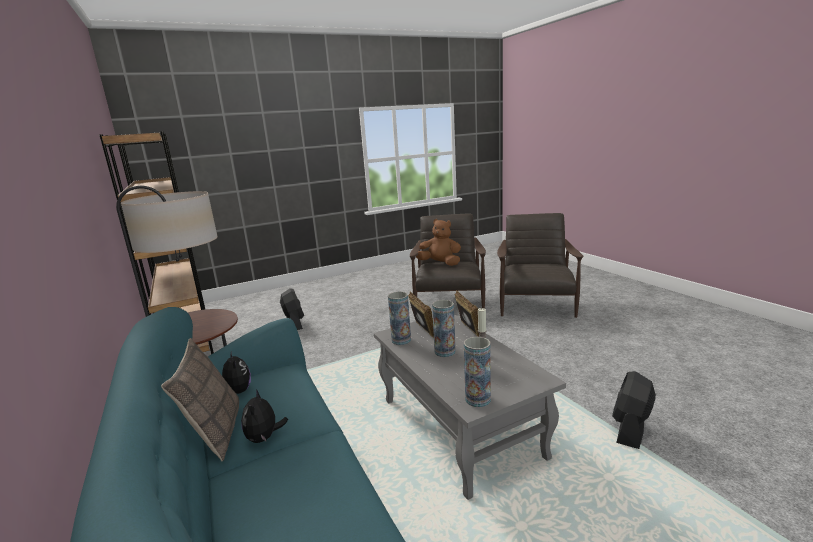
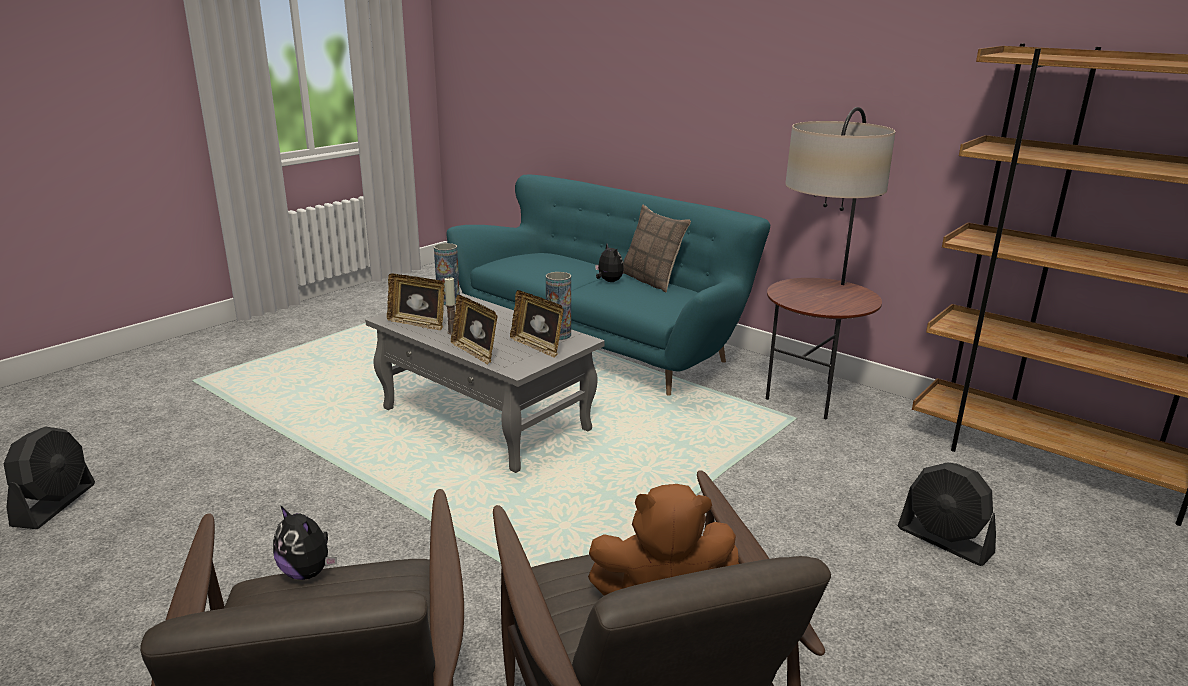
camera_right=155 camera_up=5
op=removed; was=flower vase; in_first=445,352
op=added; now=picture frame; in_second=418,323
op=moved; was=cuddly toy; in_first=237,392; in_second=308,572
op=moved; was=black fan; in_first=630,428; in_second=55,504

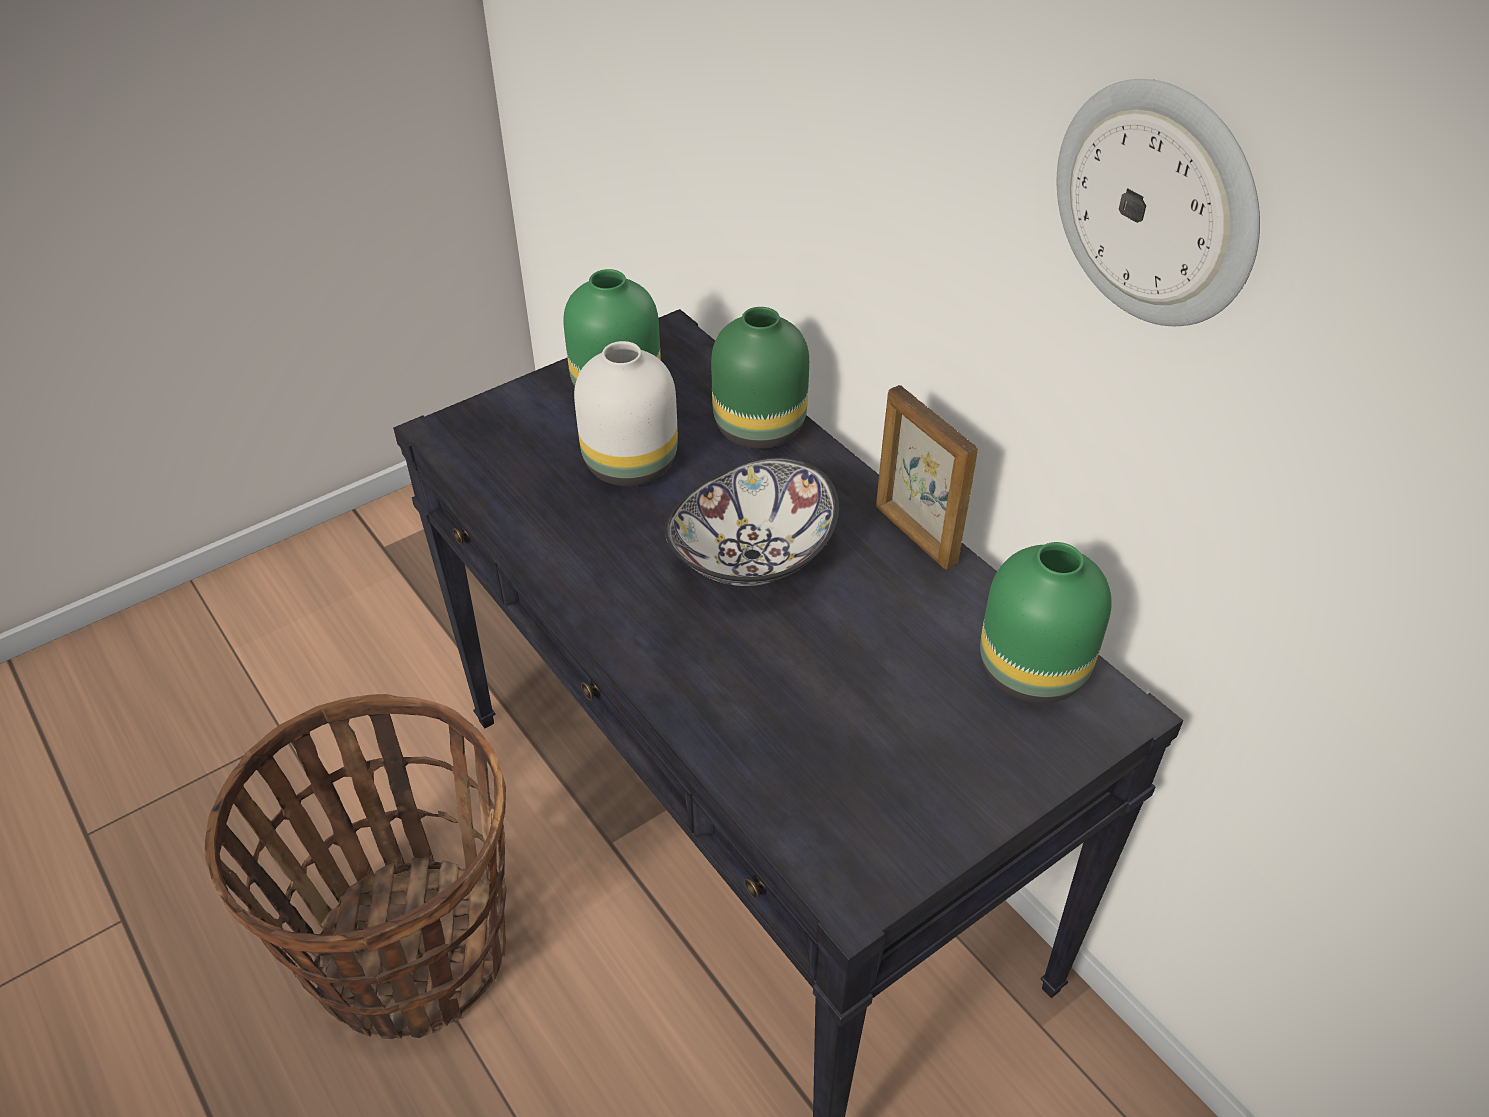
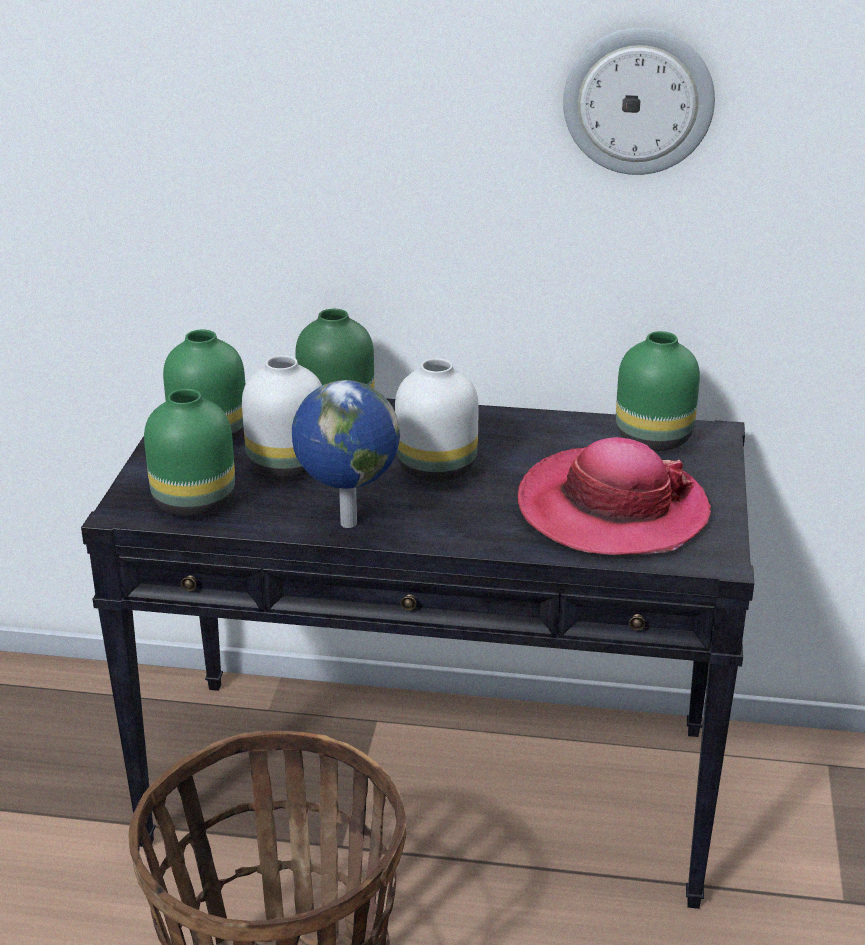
camera_right=-45 camera_up=-15
op=removed; was=picture frame; in_first=914,535
op=added; now=greenish flower vase; in_second=195,504
op=added; now=desk globe; in_second=346,523
op=added; now=clothing hat; in_second=612,509
op=replaced; was=serving bowl; now=white flower vase; in_first=751,555; in_second=434,468

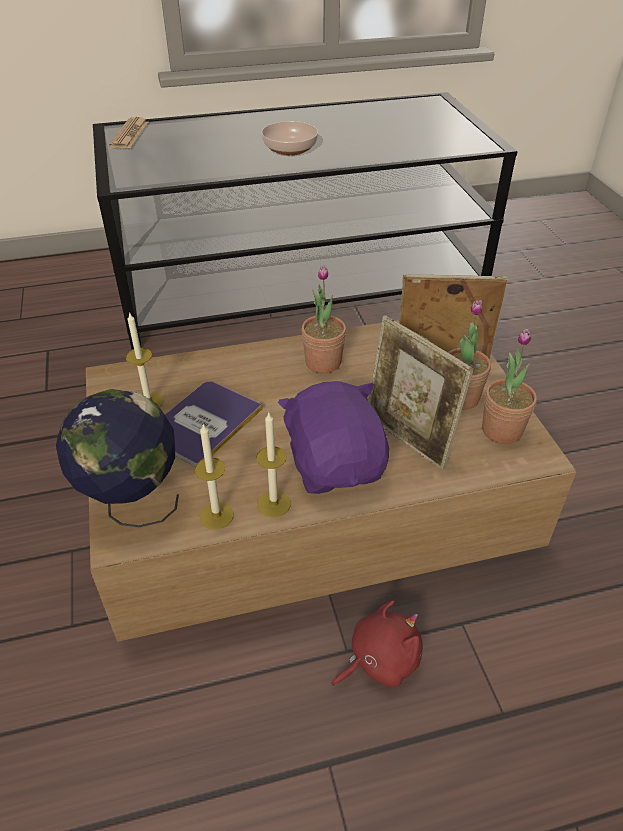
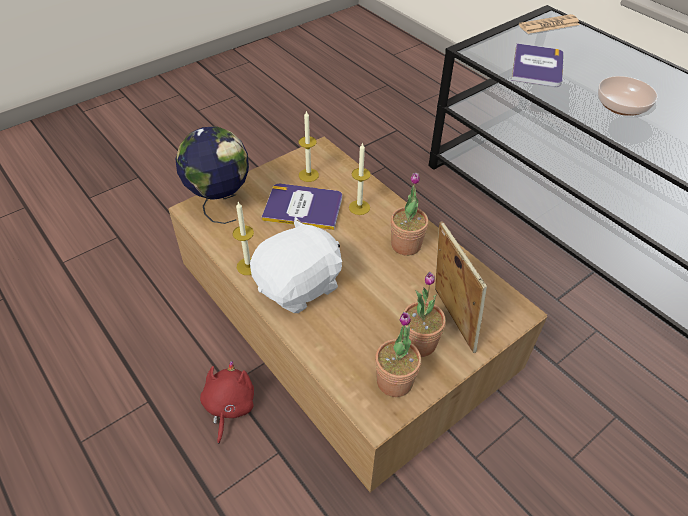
camera_right=65 camera_up=5
op=removed; was=picture frame; in_first=408,440
op=added; now=bound book; in_second=537,66
op=moved; was=wax candle; in_first=216,515; in_second=359,207
op=recoloured; was=purple-coloured cuddly toy; now=white cuddly toy; in_first=335,464; in_second=299,286
op=turned; was=reddish cuddly toy; in_first=379,660; in_second=229,406; clockwise=-120

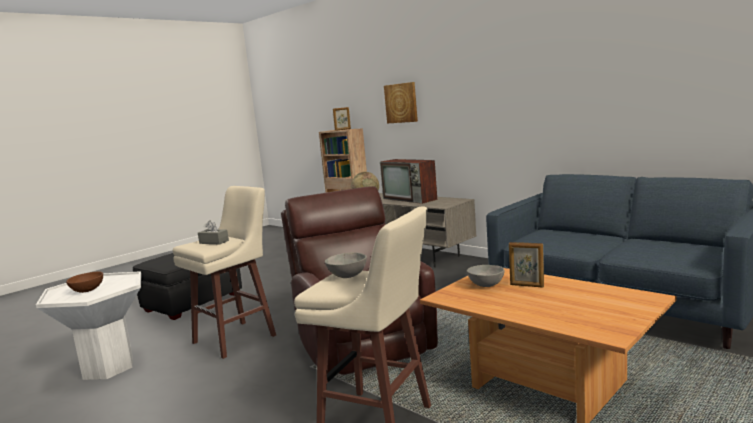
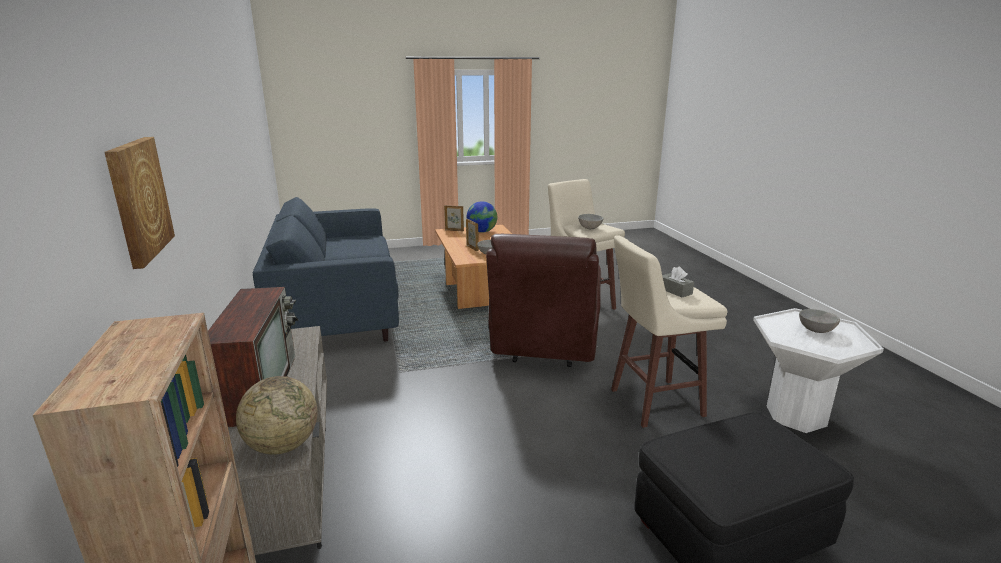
camera_right=-150 camera_up=10
op=added; now=desk globe; in_second=482,231
op=moved; was=picture frame; in_first=343,129; in_second=454,230
op=recoloured; was=brown-coloured serving bowl; now=gray serving bowl; in_first=88,291; in_second=815,330

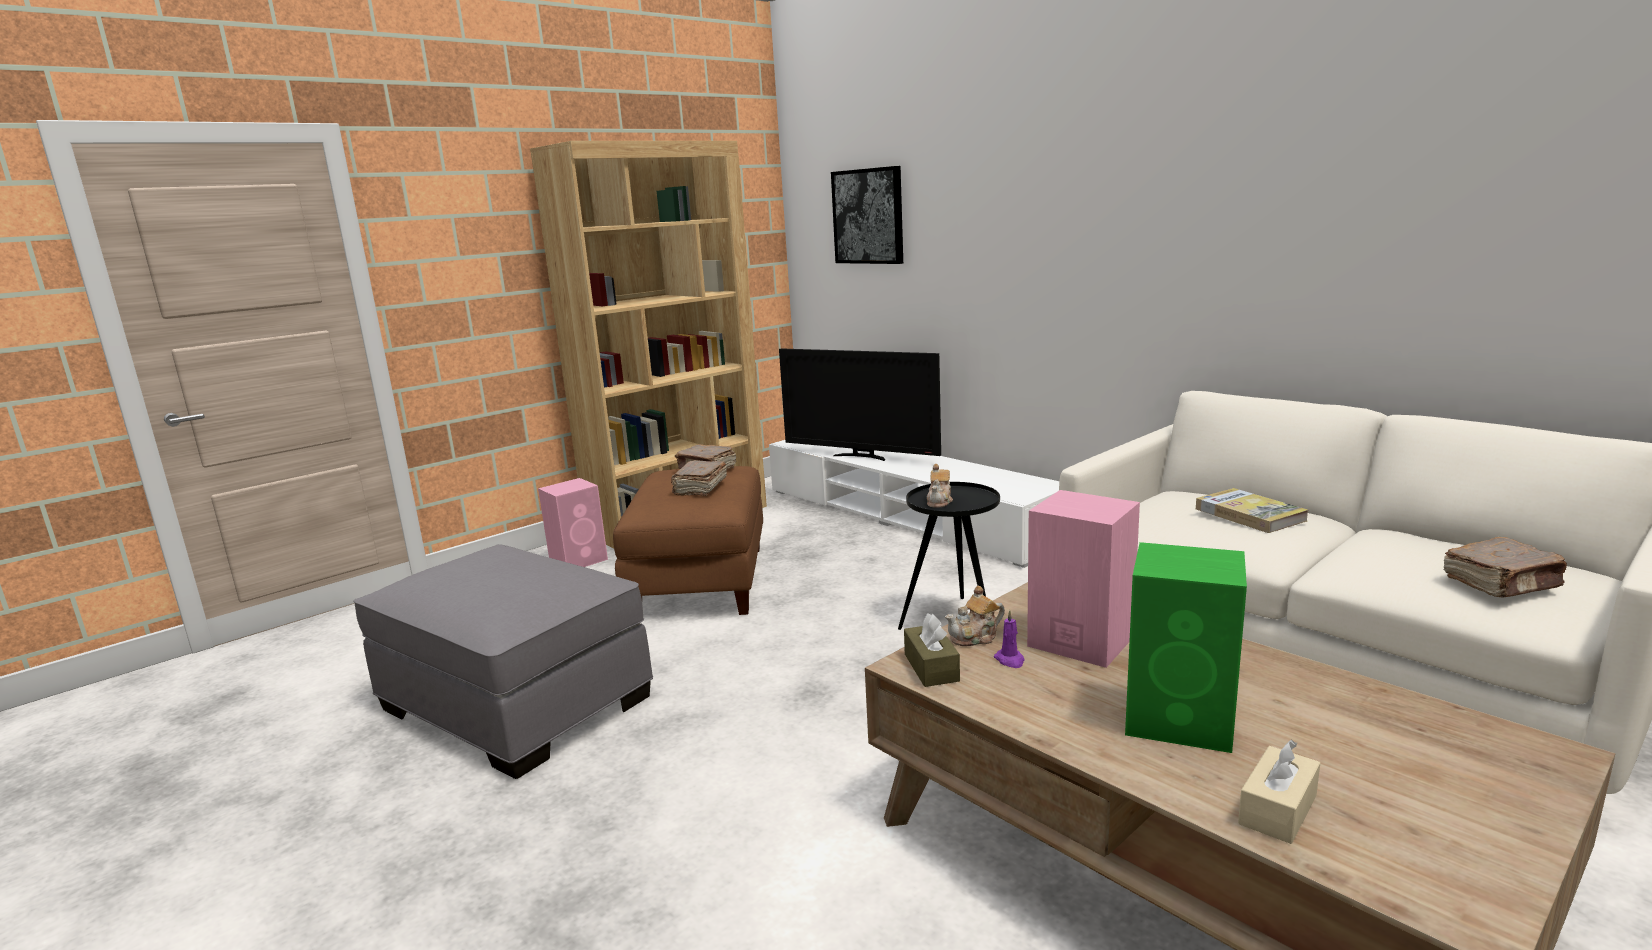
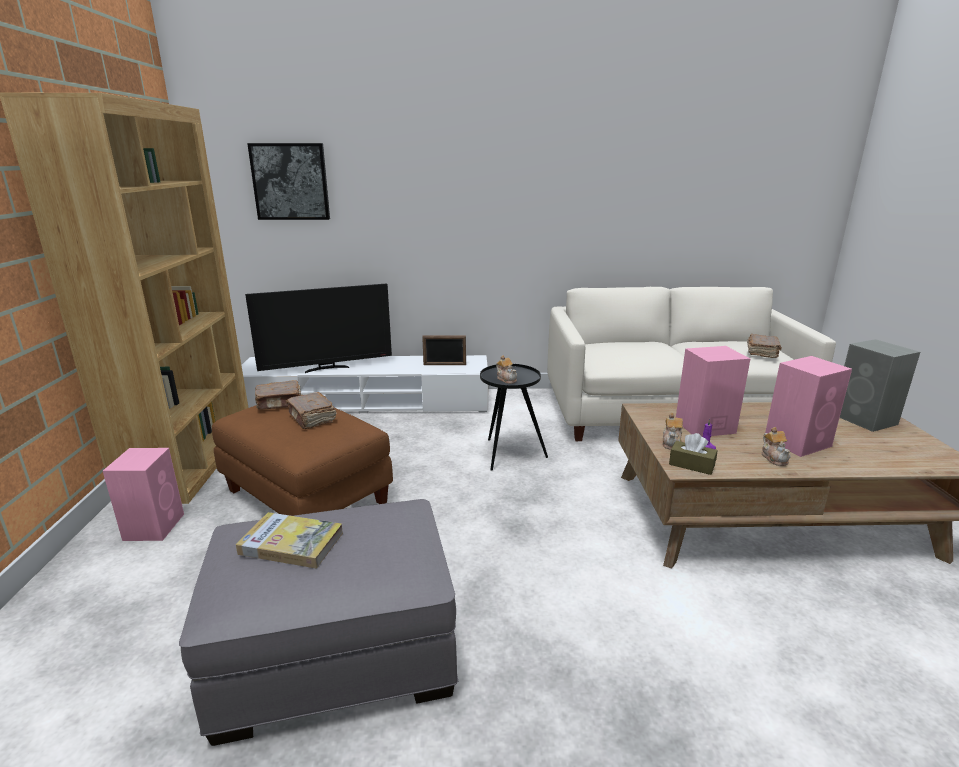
camera_right=-50 camera_up=5
op=removed; was=beige-coloured box of tissues; in_first=1277,809
op=added; now=picture frame; in_second=444,365
op=added; now=pot for tea; in_second=774,458
op=added; now=gray loudspeaker; in_second=865,420
op=moved; was=bound book; in_first=1249,515; in_second=291,543
op=recoloured; was=greenish loudspeaker; now=pink-coloured loudspeaker; in_first=1182,721; in_second=798,442

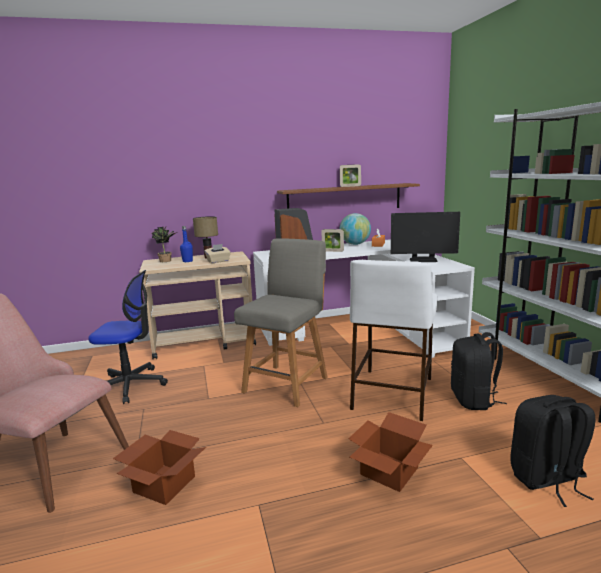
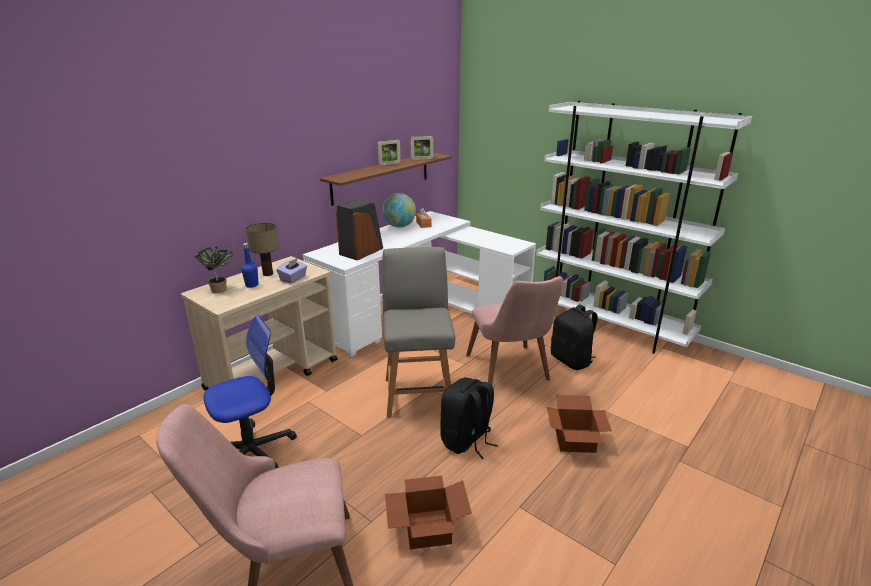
camera_right=-35 camera_up=10
op=removed; was=computer screen; in_first=423,260
op=moved; was=picture frame; in_first=332,251; in_second=422,159
op=moved; was=black backpack; in_first=547,480; in_second=466,441
op=replaced; was=white stool; now=pink-coloured chair; in_first=392,392; in_second=512,373
op=recoloured; was=beige-coloured box of tissues; now=purple-coloured box of tissues; in_first=218,261; in_second=293,278

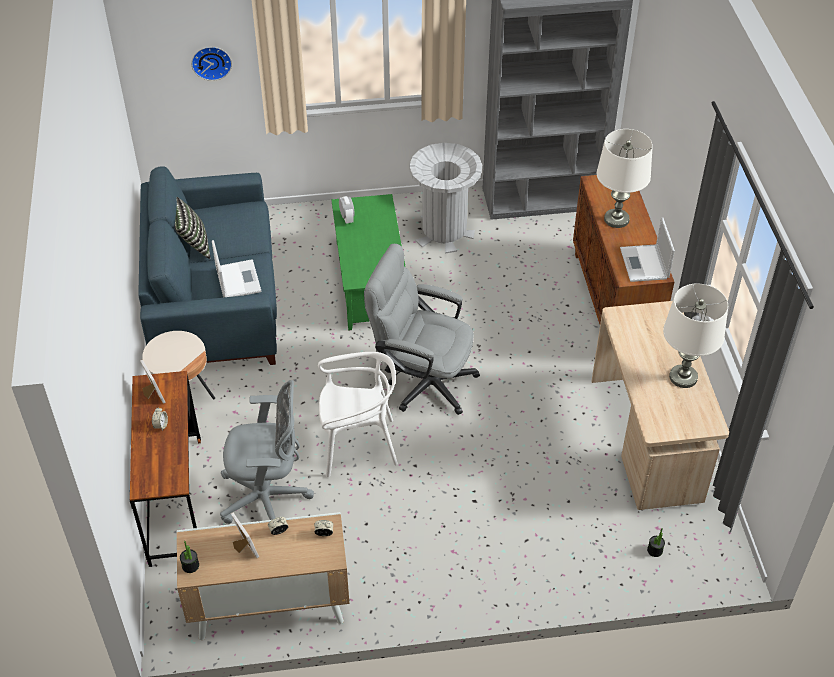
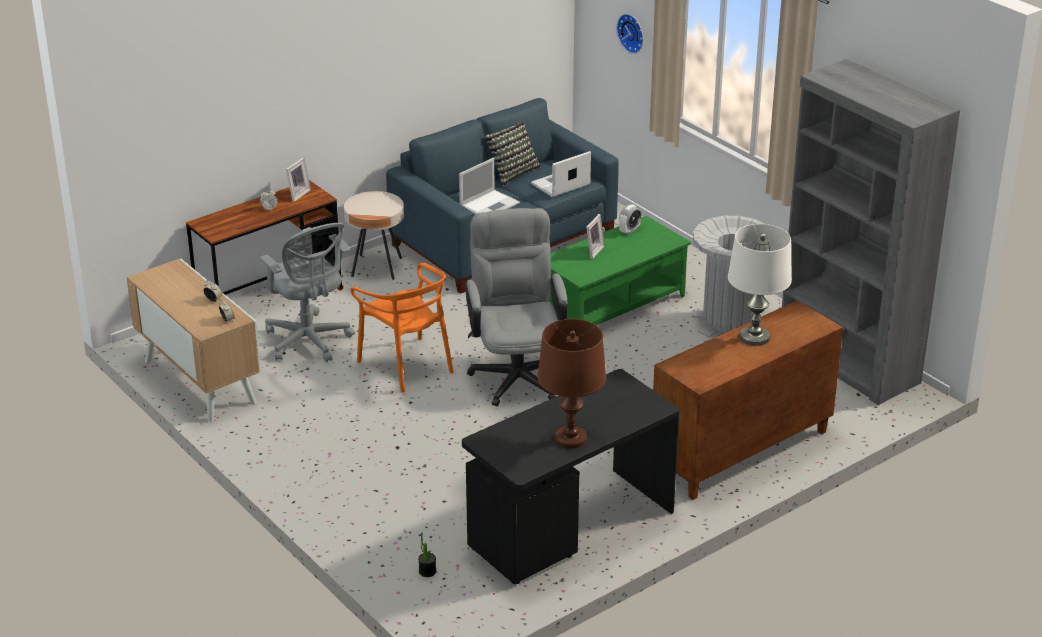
camera_right=60 camera_up=-15
op=removed; was=plant in a pot; in_first=190,566
op=moved; was=picture frame; in_first=244,549; in_second=592,251
op=moved; was=laptop; in_first=644,264; in_second=559,185
op=recoloured; was=white chair; now=orangey chair; in_first=358,445; in_second=407,365
op=recoloured; was=beige-coloured desk; now=black desk; in_first=648,439; in_second=570,528
op=recoloured; was=white lamp for a table; now=brown-coloured lamp for a table; in_first=683,377; in_second=570,439

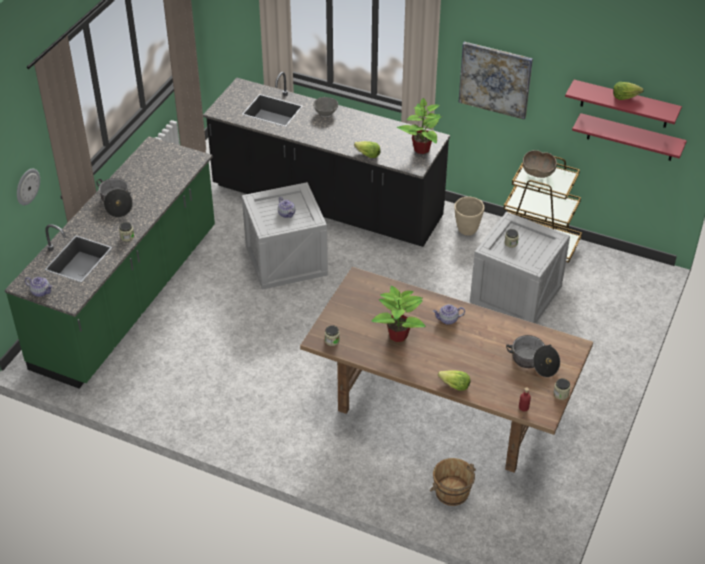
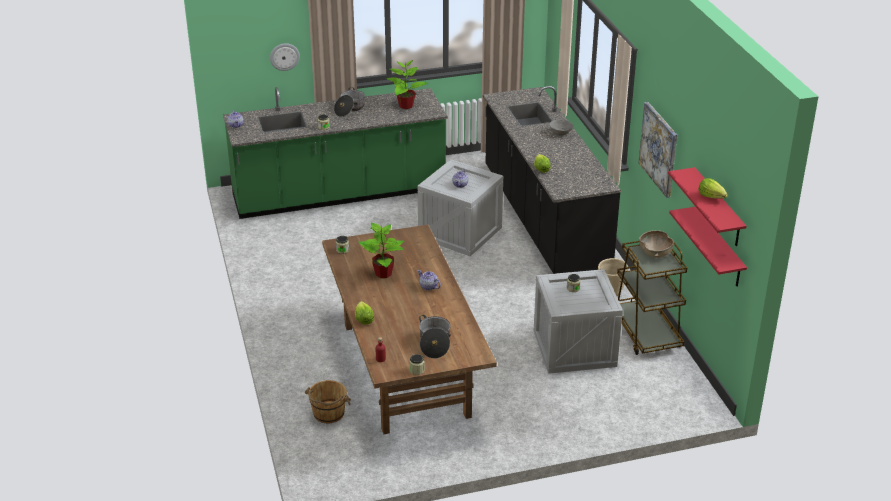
camera_right=50 camera_up=-10
op=moved; was=plant in a pot; in_first=421,149; in_second=405,106

